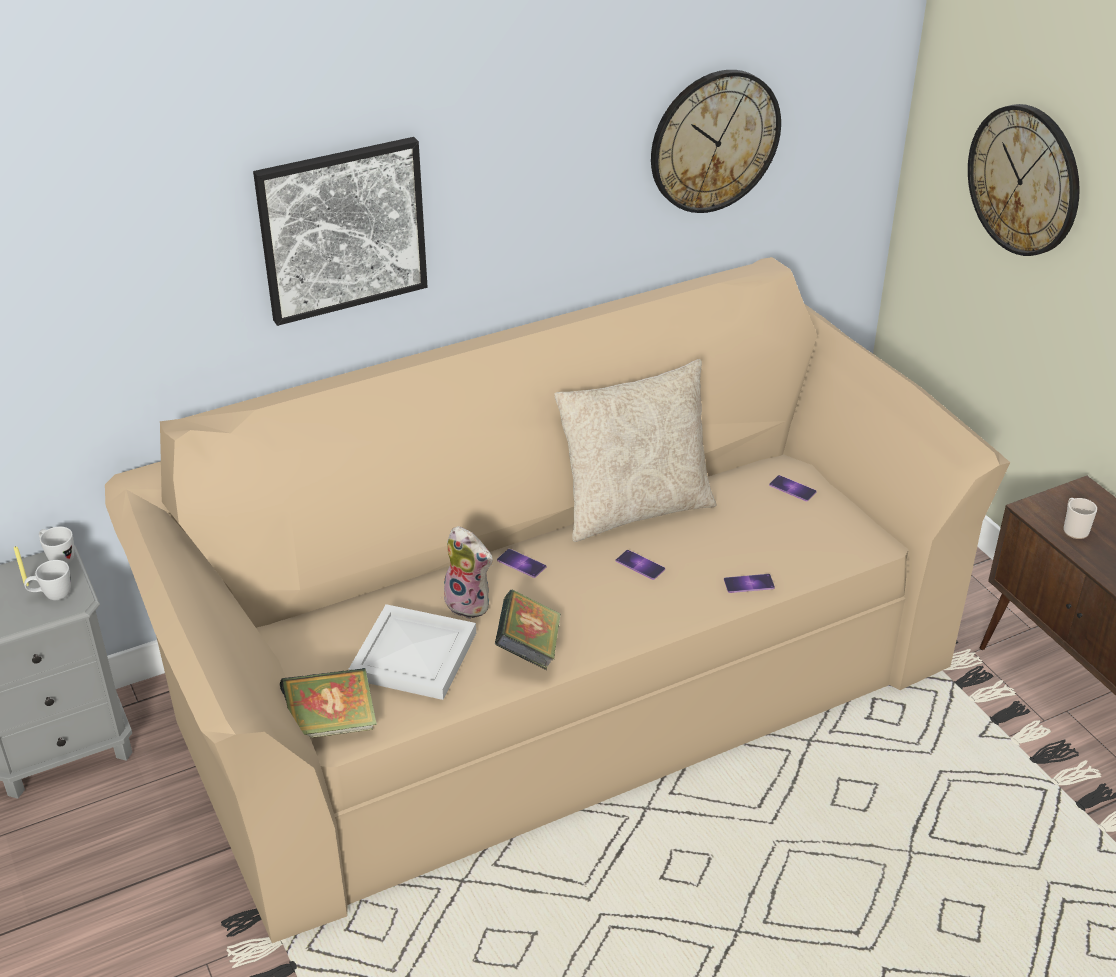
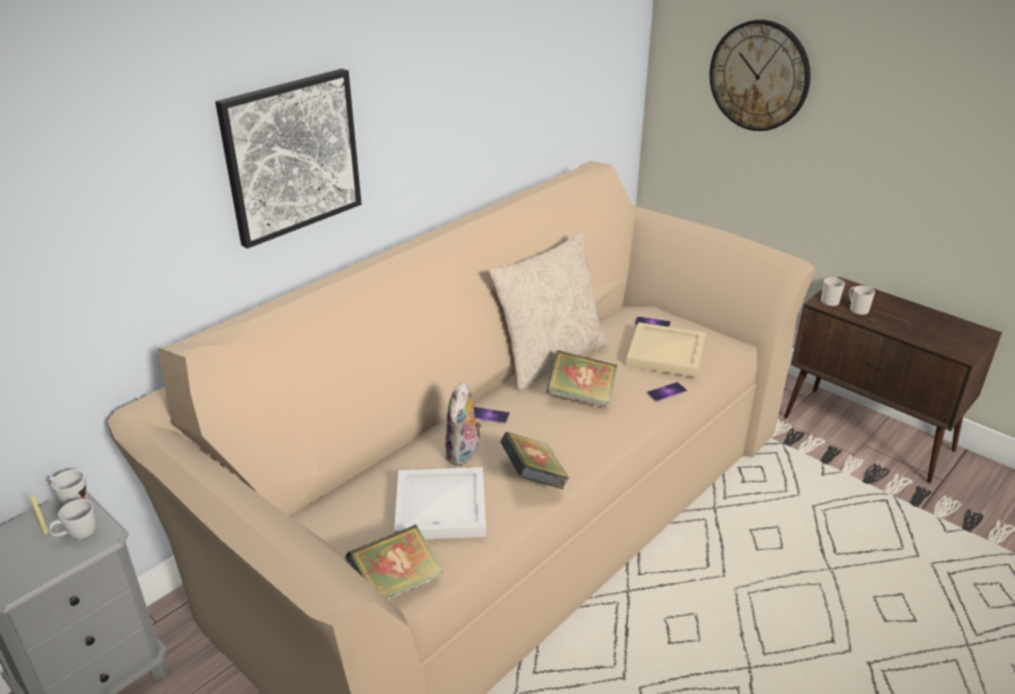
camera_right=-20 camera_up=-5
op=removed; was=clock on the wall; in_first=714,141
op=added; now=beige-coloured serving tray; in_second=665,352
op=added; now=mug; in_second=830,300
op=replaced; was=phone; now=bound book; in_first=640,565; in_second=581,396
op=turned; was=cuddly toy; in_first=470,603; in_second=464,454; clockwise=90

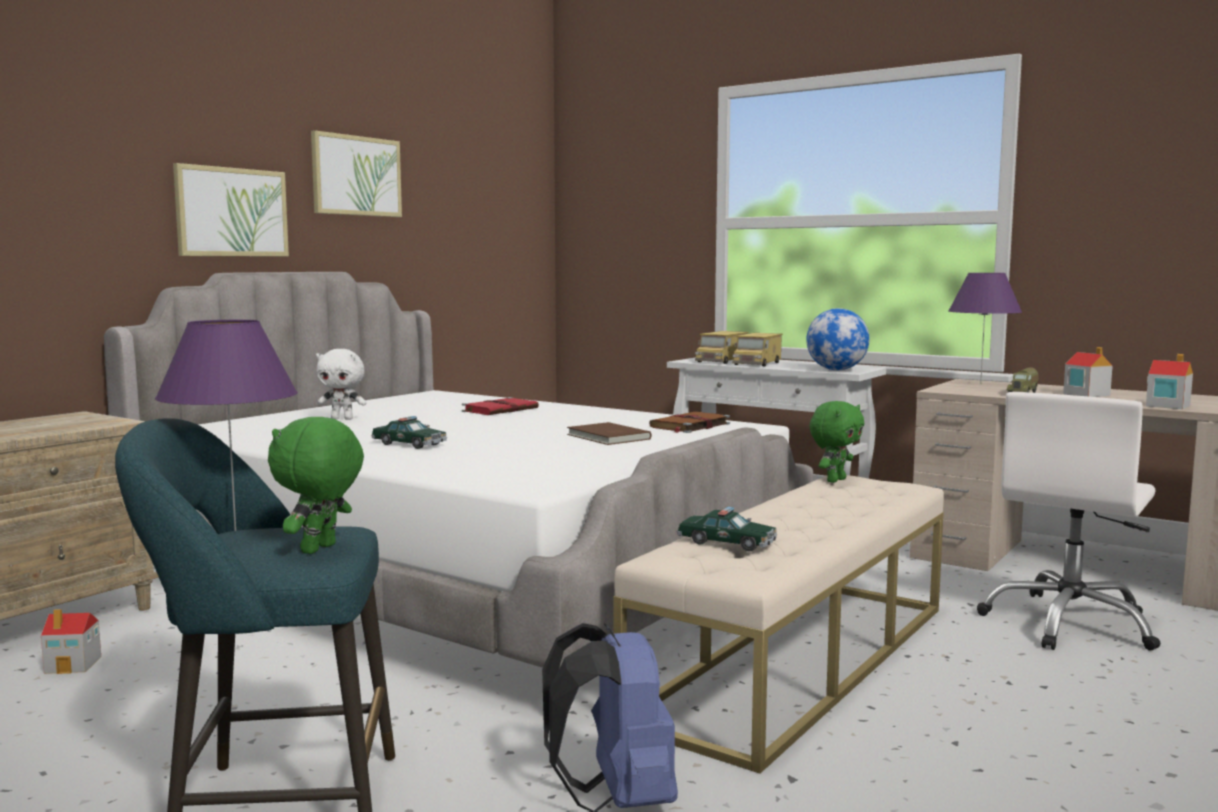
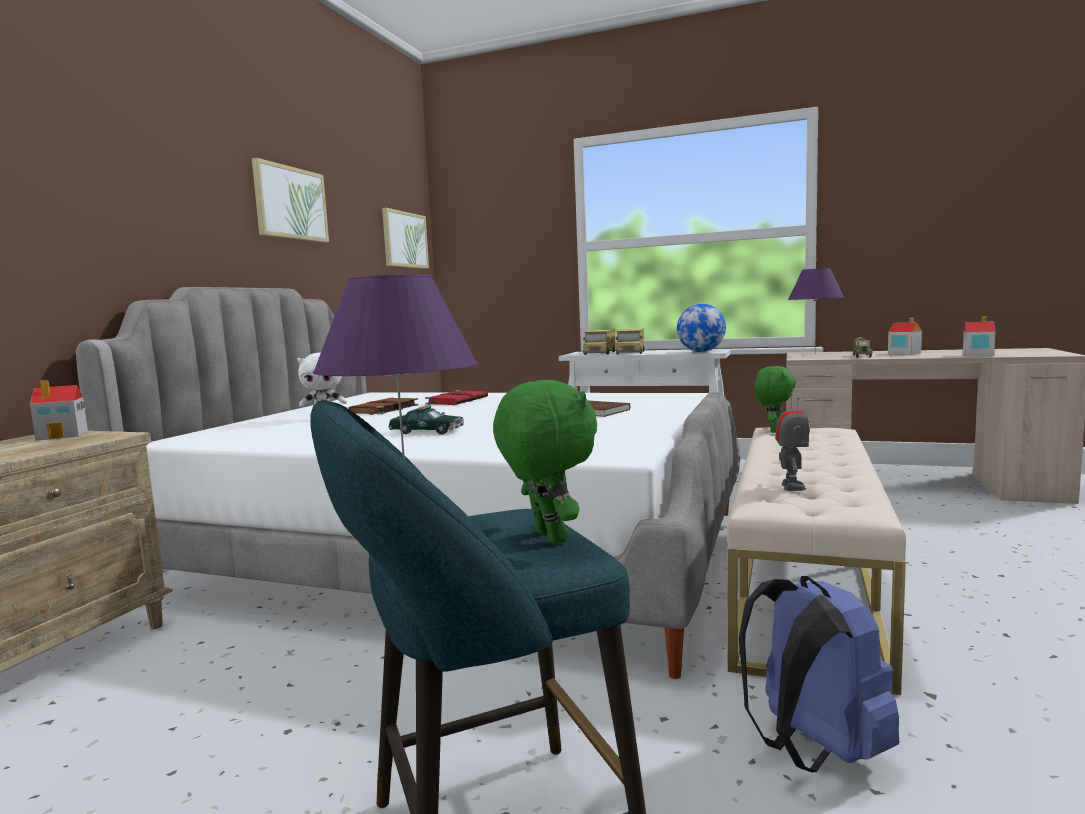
camera_right=-15 camera_up=0
op=removed; was=white desk chair; in_first=1070,624
op=moved; was=miniature house; in_first=74,664; in_second=63,435
op=moved; was=wall picture; in_first=231,212; in_second=404,240
op=moved; was=brown-coloured bound book; in_first=689,426; in_second=383,409
op=replaced; was=toy car; now=toy robot; in_first=727,543; in_second=791,487
op=turned; was=greenish cuddly toy; in_first=320,549; in_second=547,537; clockwise=150

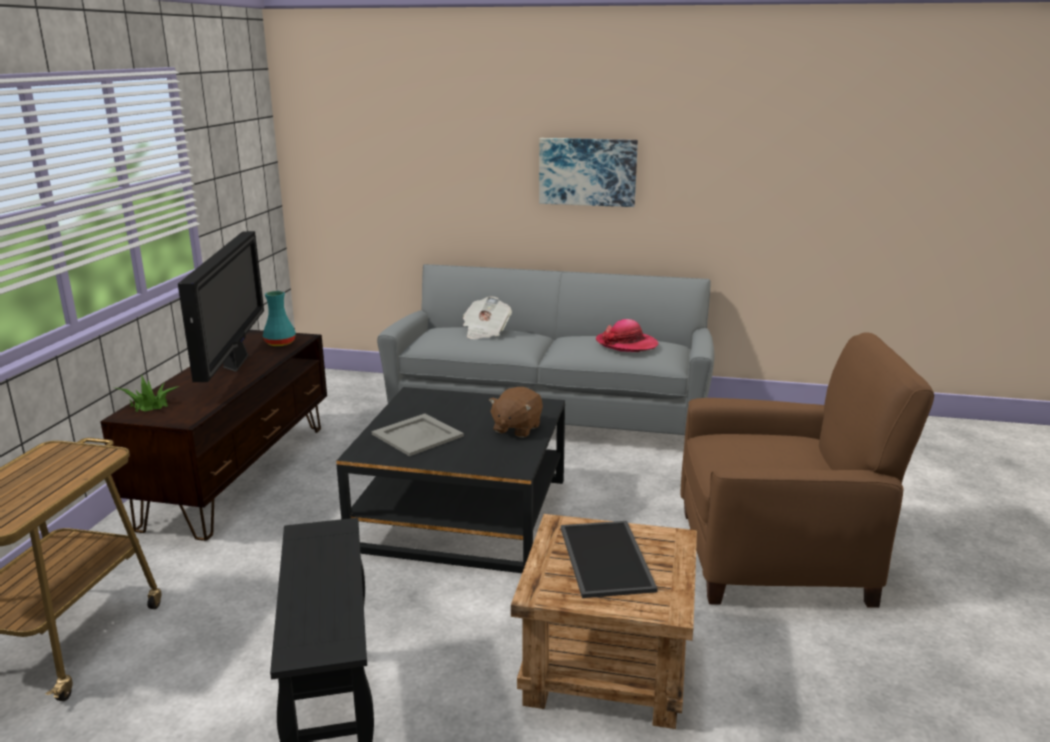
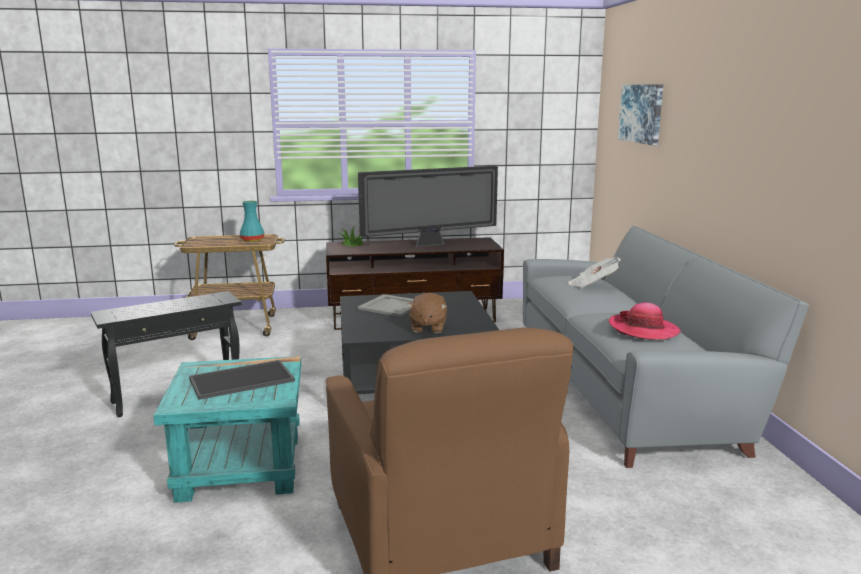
camera_right=70 camera_up=-5
op=moved; was=blue-green flower vase; in_first=280,343; in_second=253,240
op=moved; was=wall picture; in_first=587,171; in_second=642,113
op=recoloured; was=brown-coloured end table; now=blue-green end table; in_first=604,664; in_second=242,466
op=turned; was=brown-coloured cuddly toy; in_first=516,428; in_second=427,328; clockwise=-90

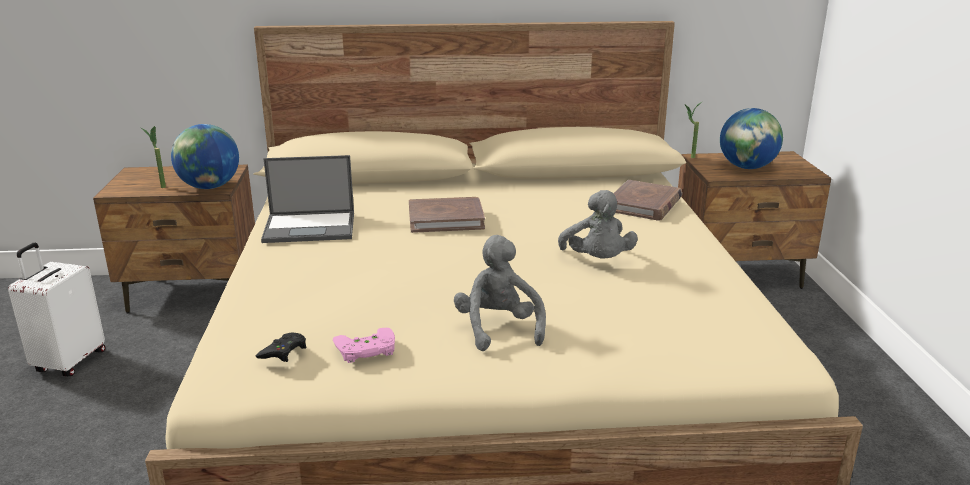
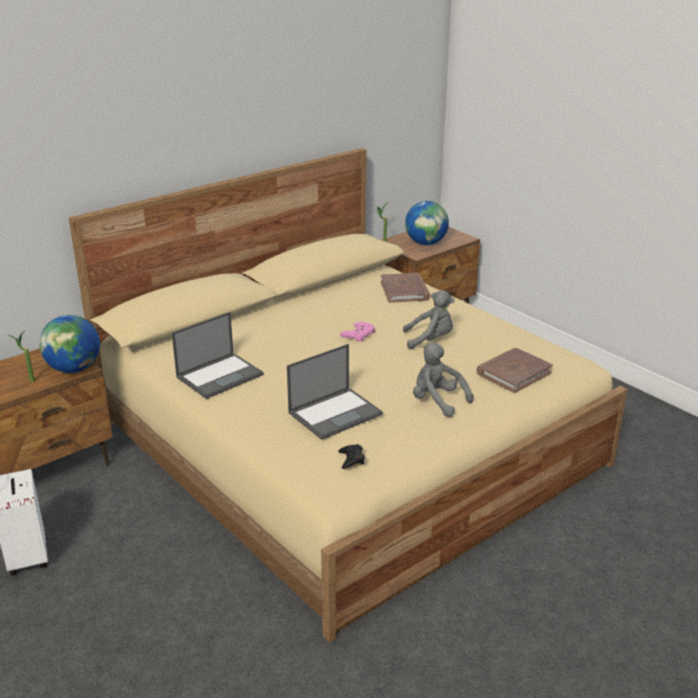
camera_right=-35 camera_up=5
op=added; now=laptop; in_second=336,413
op=moved; was=pink-coloured joypad; in_first=366,350; in_second=360,335
op=moved; was=brown-coloured bound book; in_first=446,219; in_second=513,373
op=turned; was=gray cuddly toy; in_first=597,261; in_second=430,340; clockwise=-45

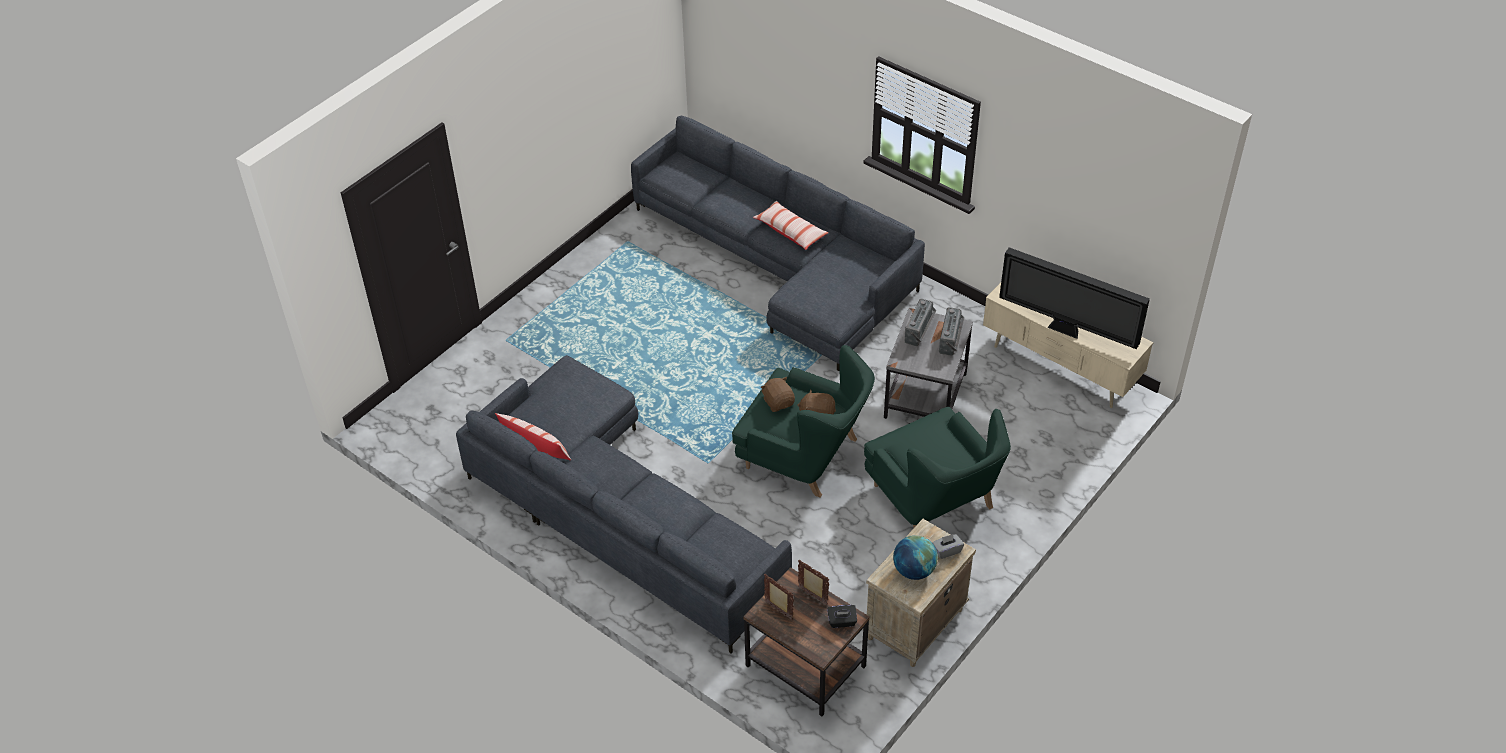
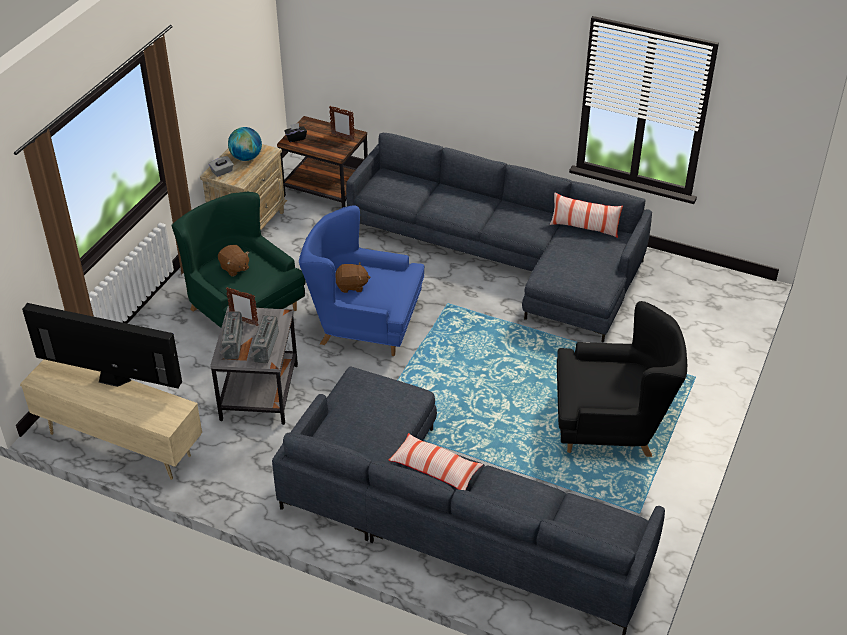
camera_right=165 camera_up=-5
op=added; now=black lounge chair; in_second=611,424
op=moved; was=brown-coloured cuddly toy; in_first=778,402; in_second=234,268
op=moved; was=picture frame; in_first=813,596; in_second=244,321
op=recoloured; was=greenish lounge chair; now=bluish lounge chair; in_first=804,455; in_second=364,323

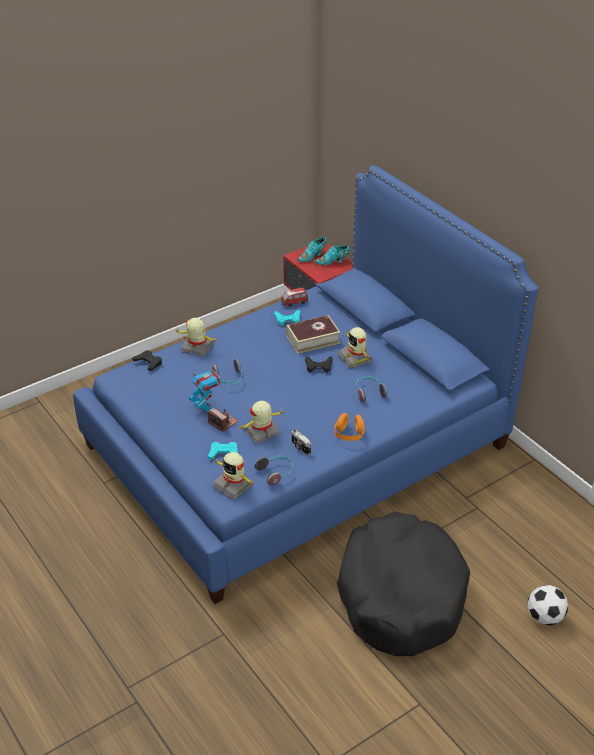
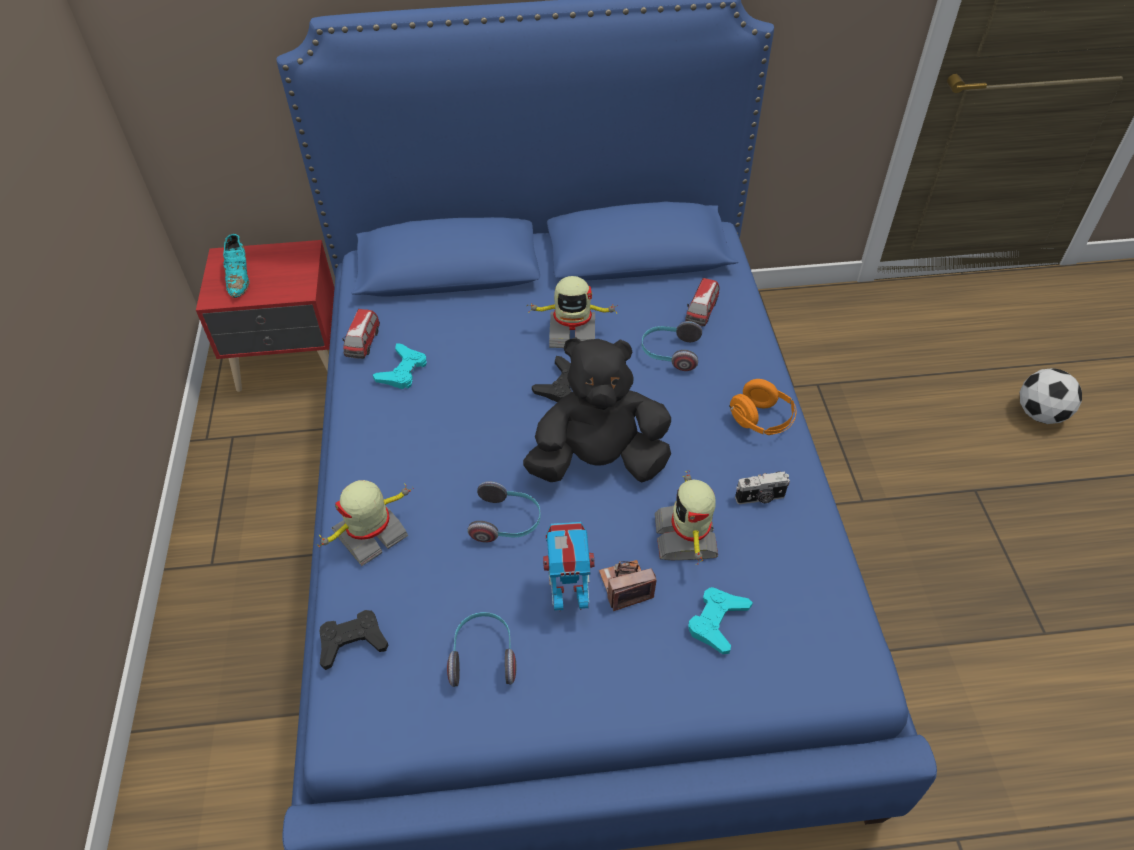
camera_right=-60 camera_up=10
op=removed; was=toy robot; in_first=233,485
op=removed; was=bound book; in_first=312,339
op=removed; was=blue-green shoe; in_first=333,262
op=removed; was=black dog cushion; in_first=401,595
op=added; now=black cuddly toy; in_second=599,461
op=added; now=toy car; in_second=701,312
op=moved; was=pair of headphones; in_first=276,473; in_second=483,656

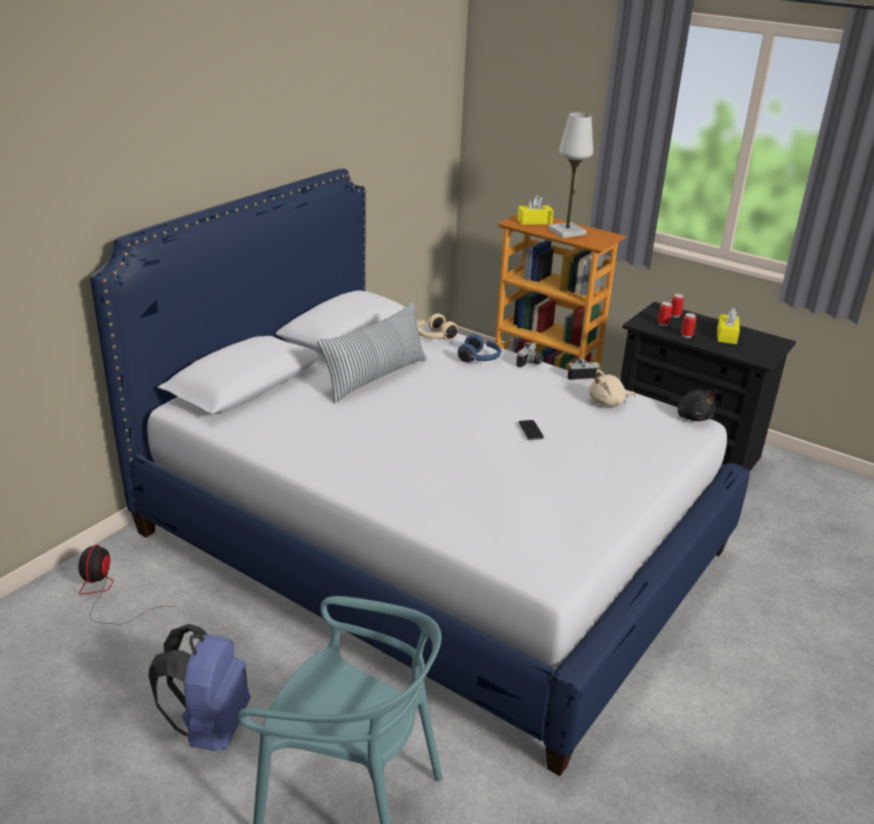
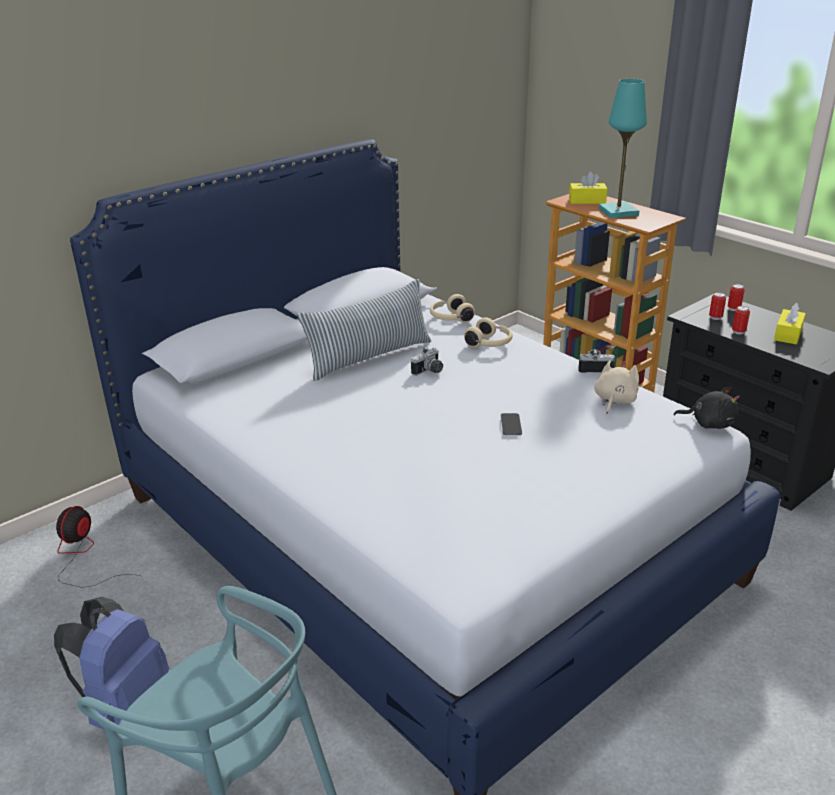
camera_right=15 camera_up=0
op=moved; was=still camera; in_first=530,363; in_second=429,371
op=recoloured; was=bluish pair of headphones; now=beige-coloured pair of headphones; in_first=480,358; in_second=490,344
op=recoloured; was=white lamp for a table; now=blue-green lamp for a table; in_first=567,232; in_second=618,212
op=turned; was=beige-coloured cuddly toy; in_first=608,403; in_second=614,400; clockwise=120
op=turned; was=black cuddly toy; in_first=692,416; in_second=709,423; clockwise=-45

